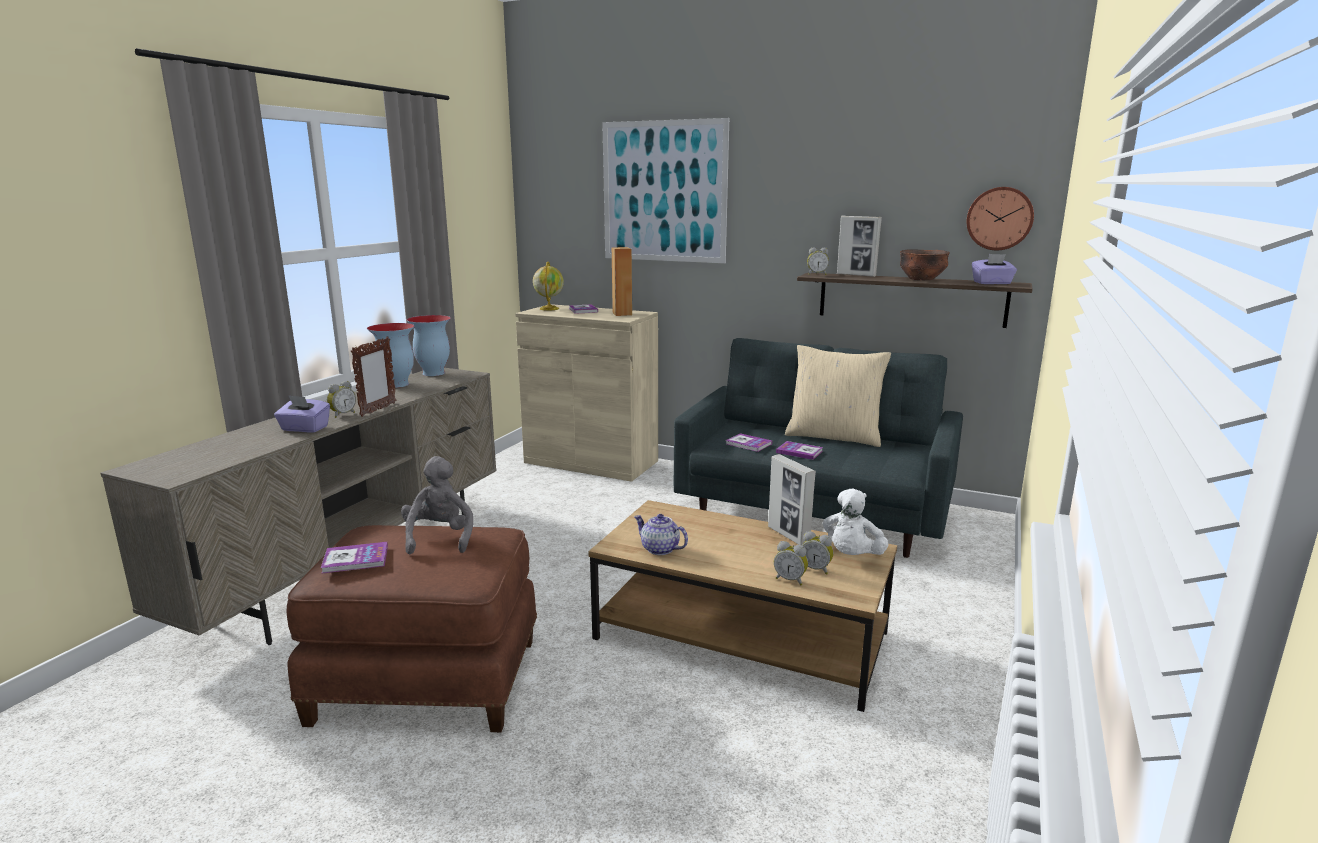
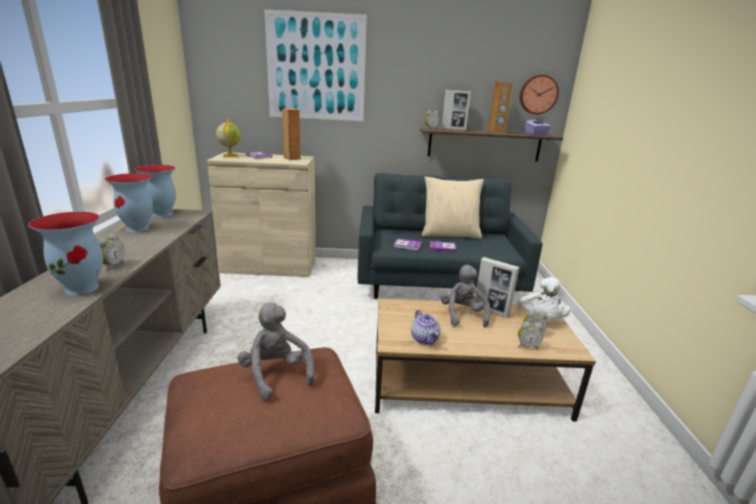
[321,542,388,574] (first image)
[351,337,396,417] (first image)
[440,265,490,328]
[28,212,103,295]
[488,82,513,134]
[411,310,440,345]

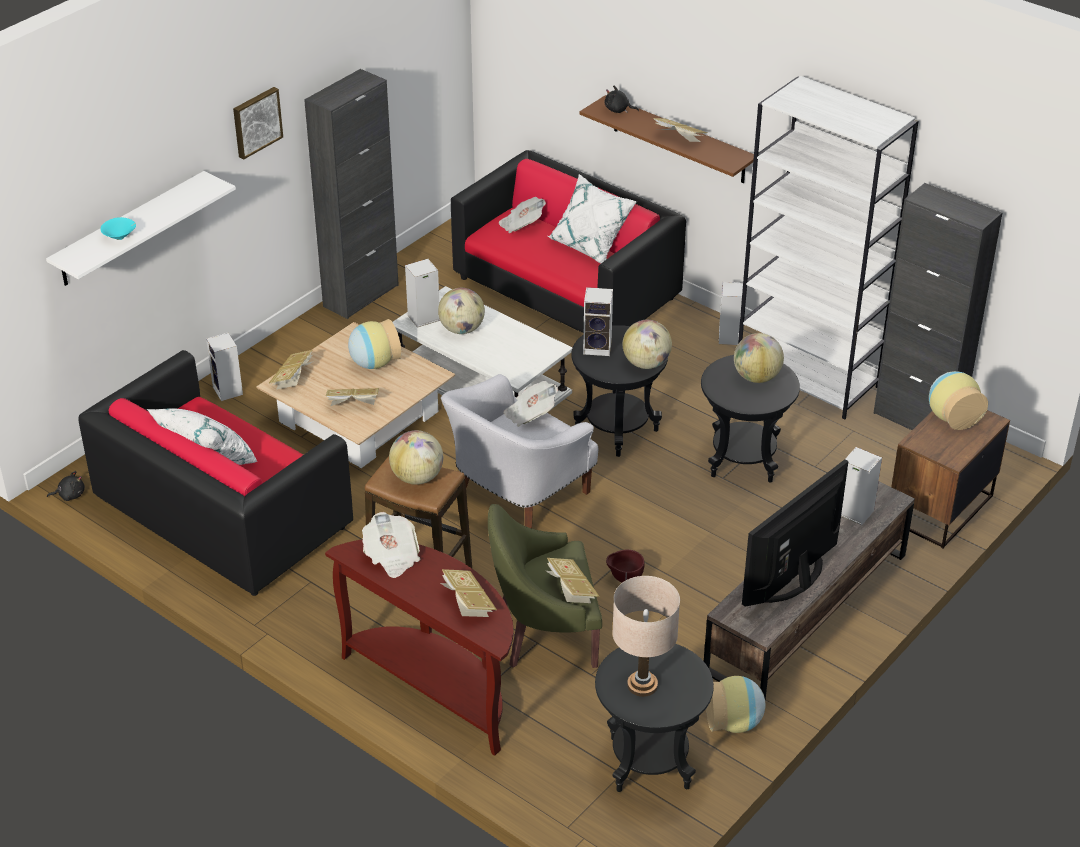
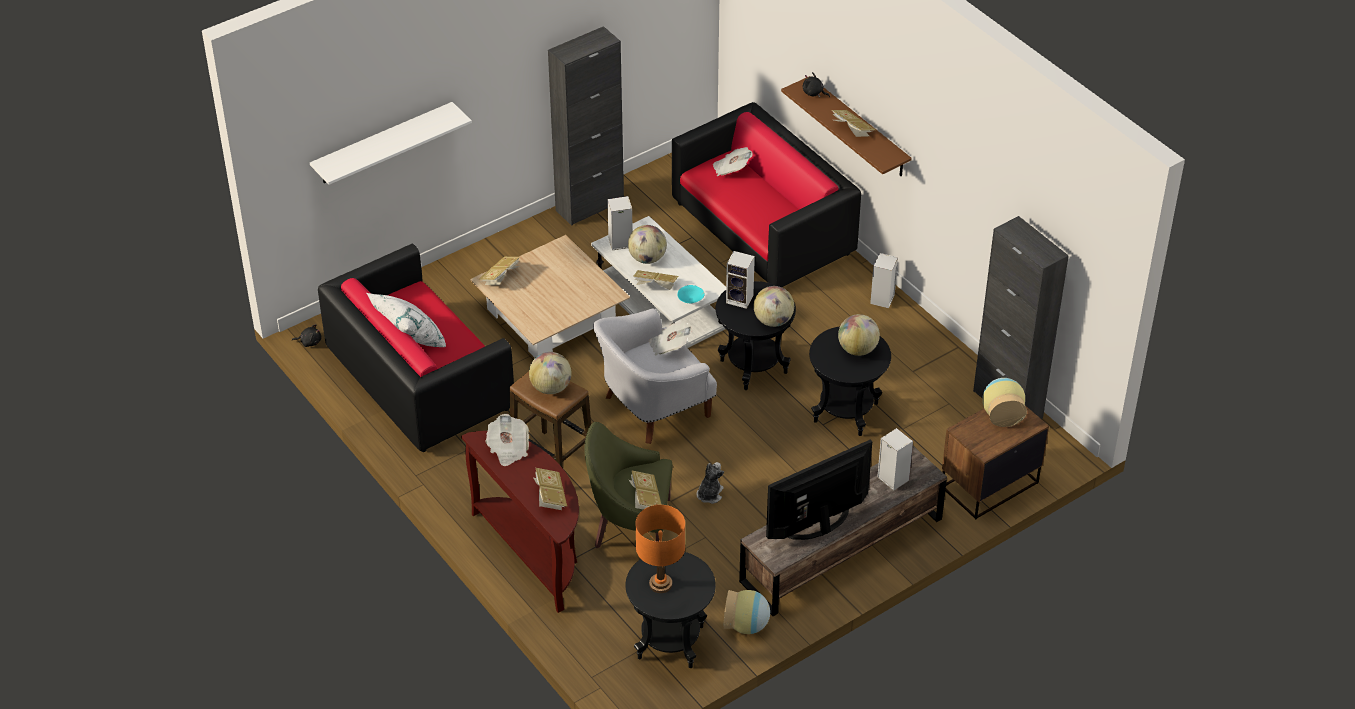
[206,333,243,401] (first image)
[233,87,283,160] (first image)
[348,319,401,369] (first image)
[548,174,637,263] (first image)
[738,76,919,420] (first image)
[677,285,705,303]
[633,270,678,290]
[697,462,724,504]
[635,505,685,593]

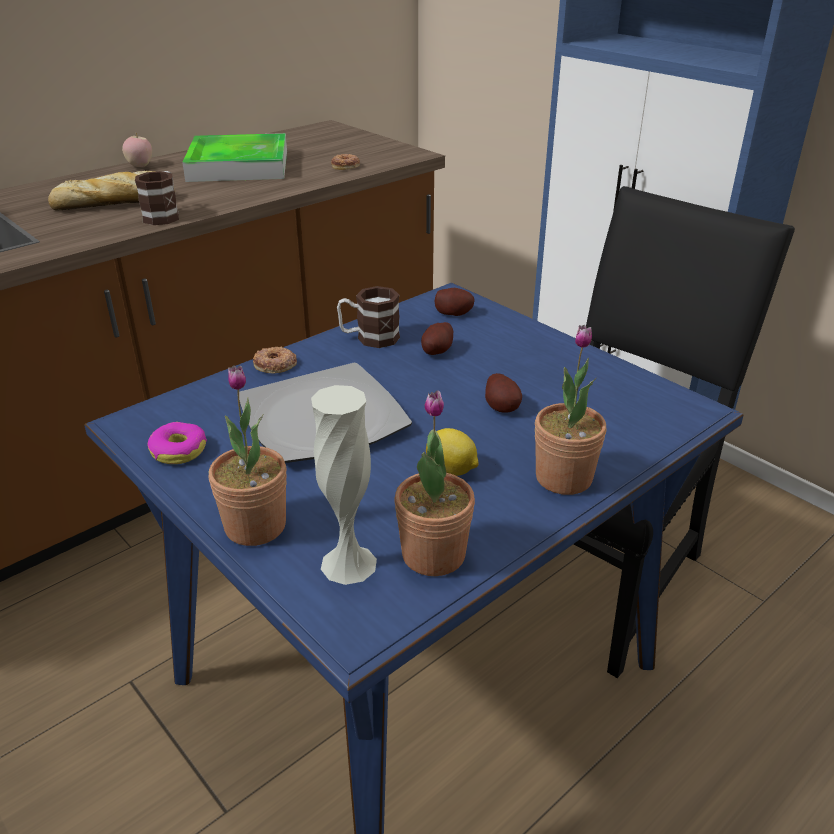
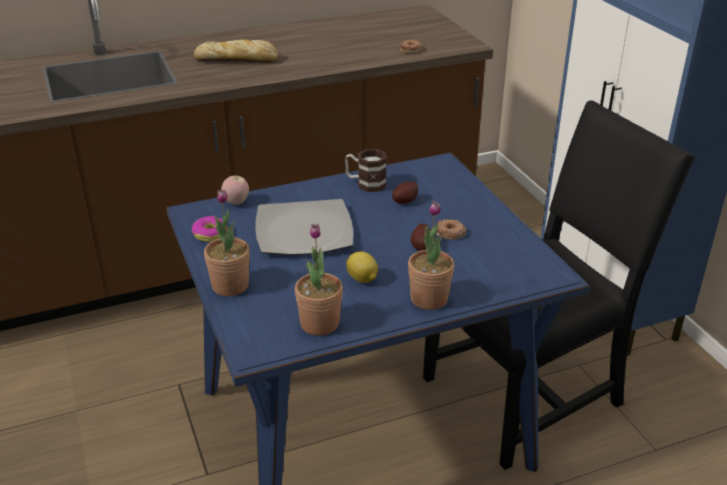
[135,171,179,225] (first image)
[182,133,287,182] (first image)
[311,385,377,585] (first image)
[435,288,475,316] (first image)
[221,175,249,205]
[436,219,466,240]

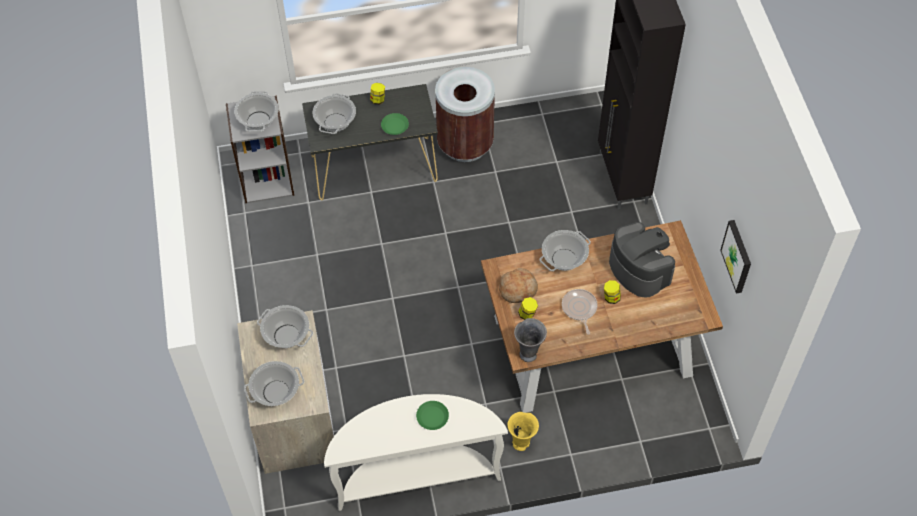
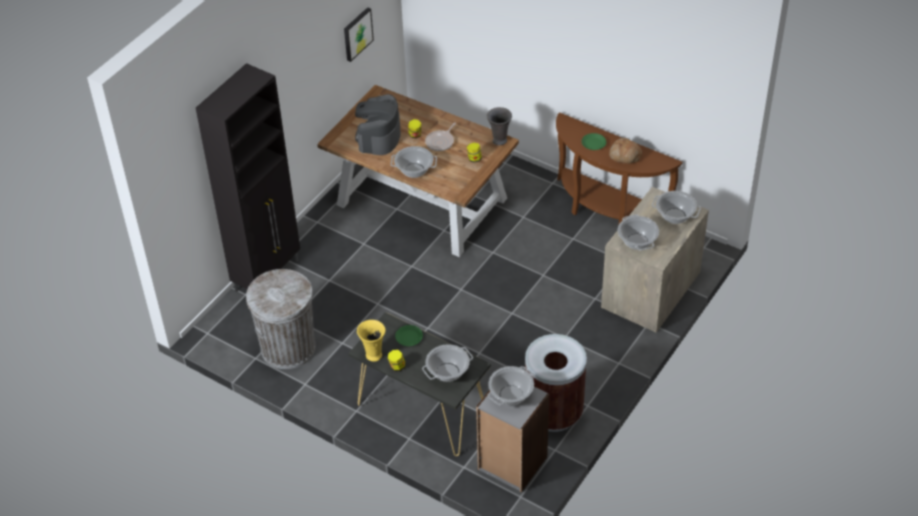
[246,269,316,369]
[525,334,587,432]
[609,138,642,164]
[357,320,385,362]
[556,112,683,224]

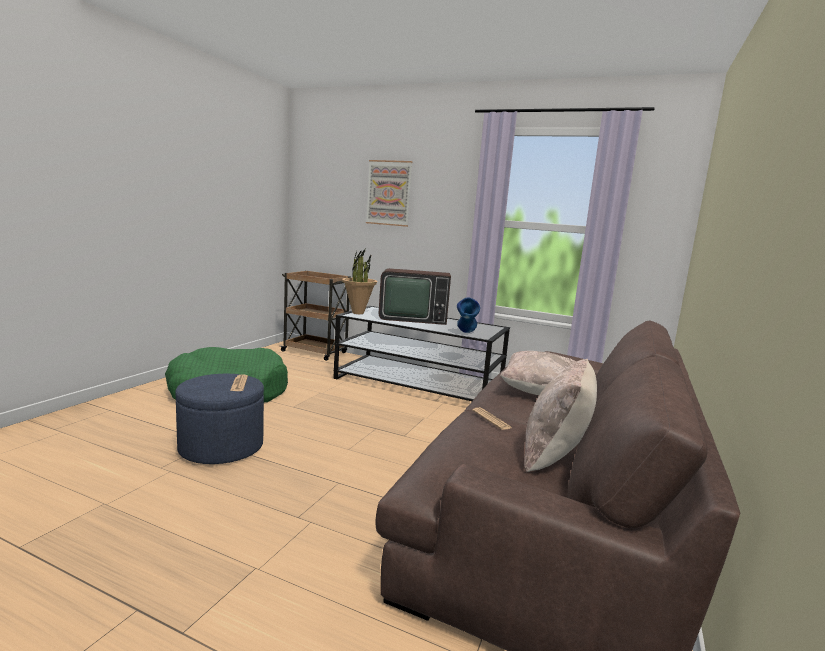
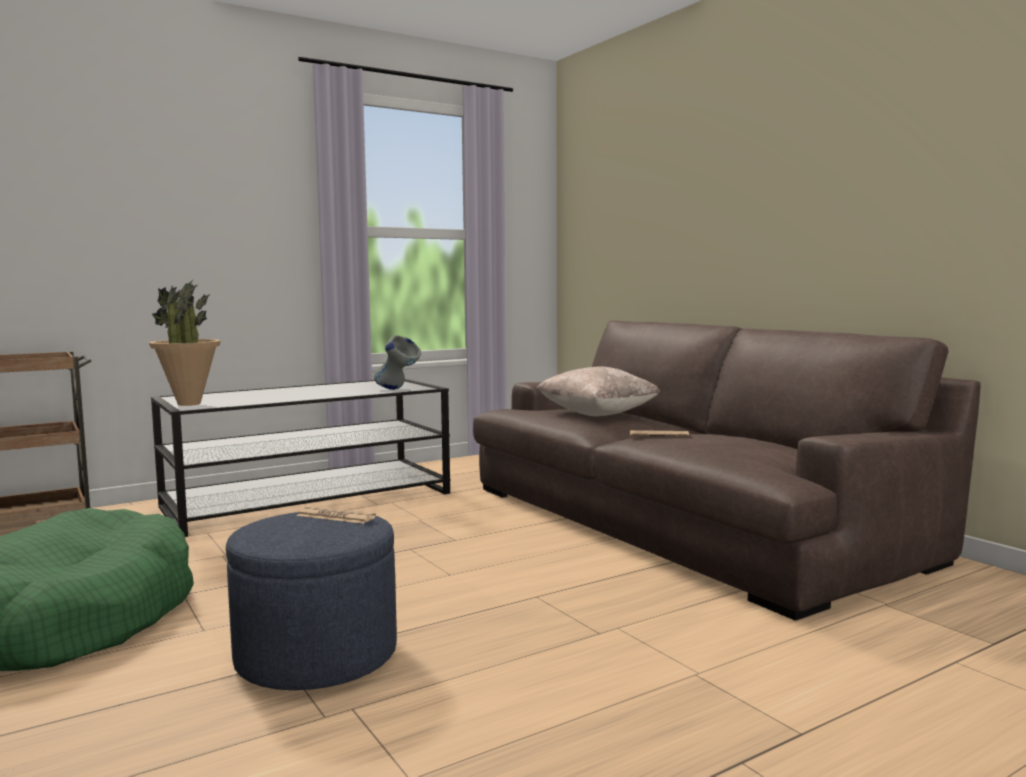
[366,160,412,227] (first image)
[379,268,451,325] (first image)
[524,359,597,472] (first image)
[374,335,421,390]

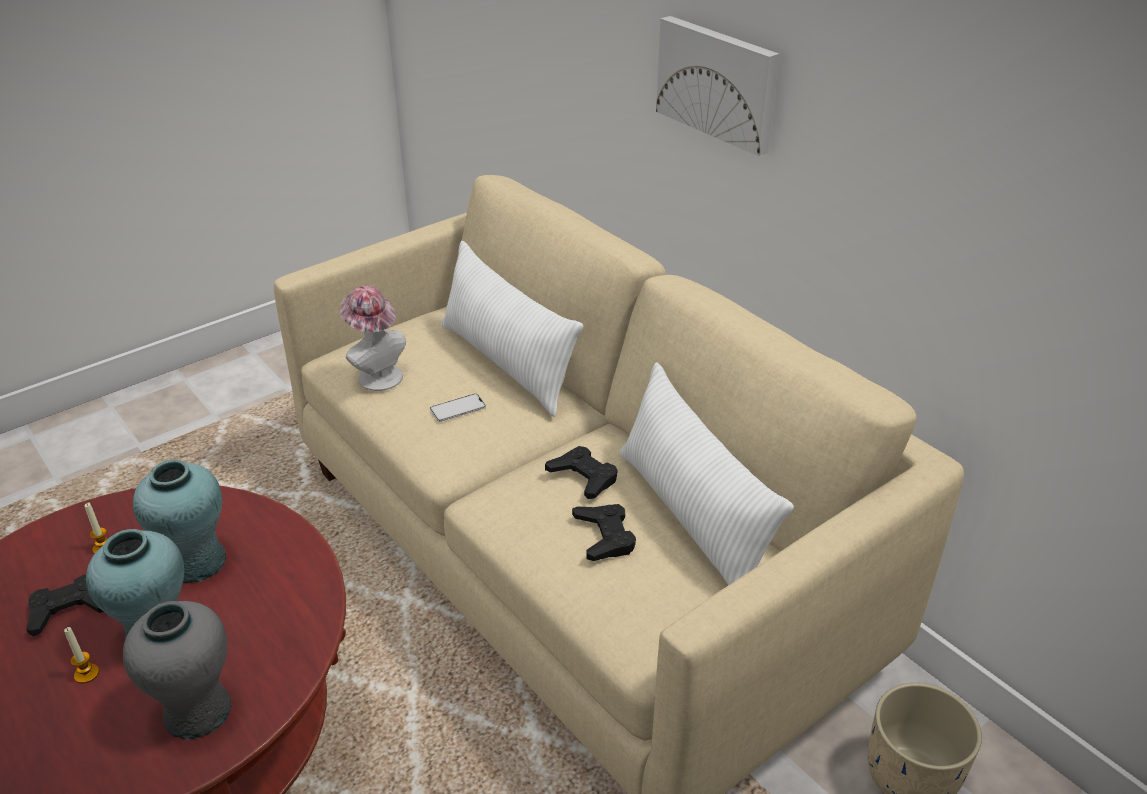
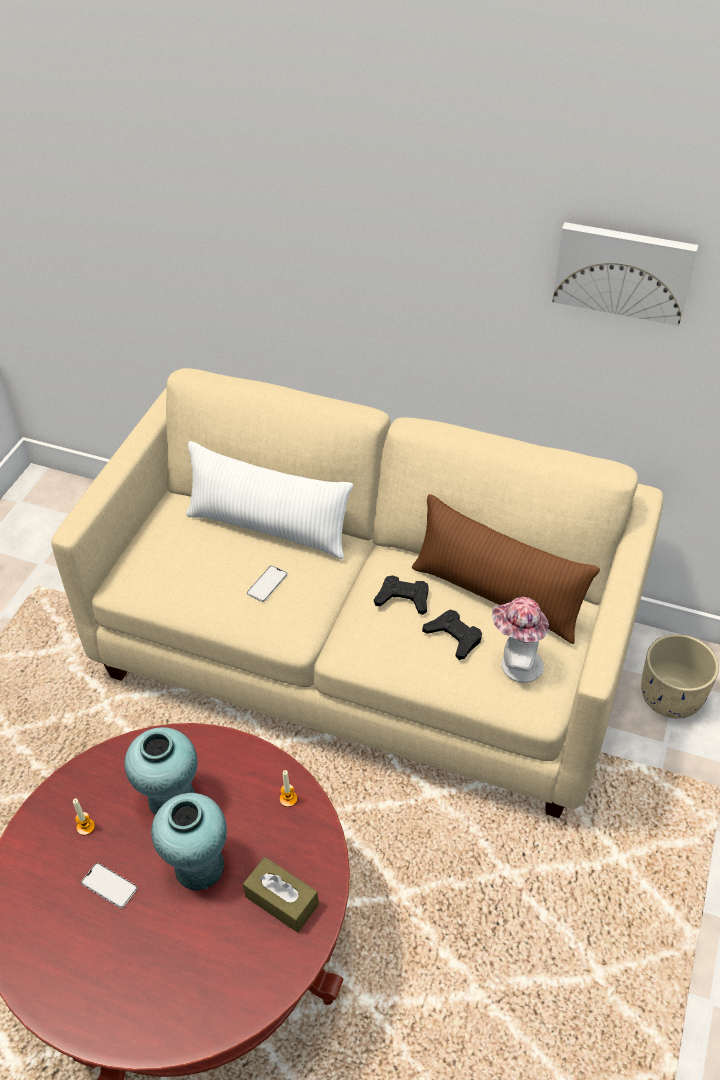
[280,770,297,807]
[492,597,549,683]
[552,222,698,326]
[81,863,137,908]
[243,857,319,933]
[412,494,600,644]

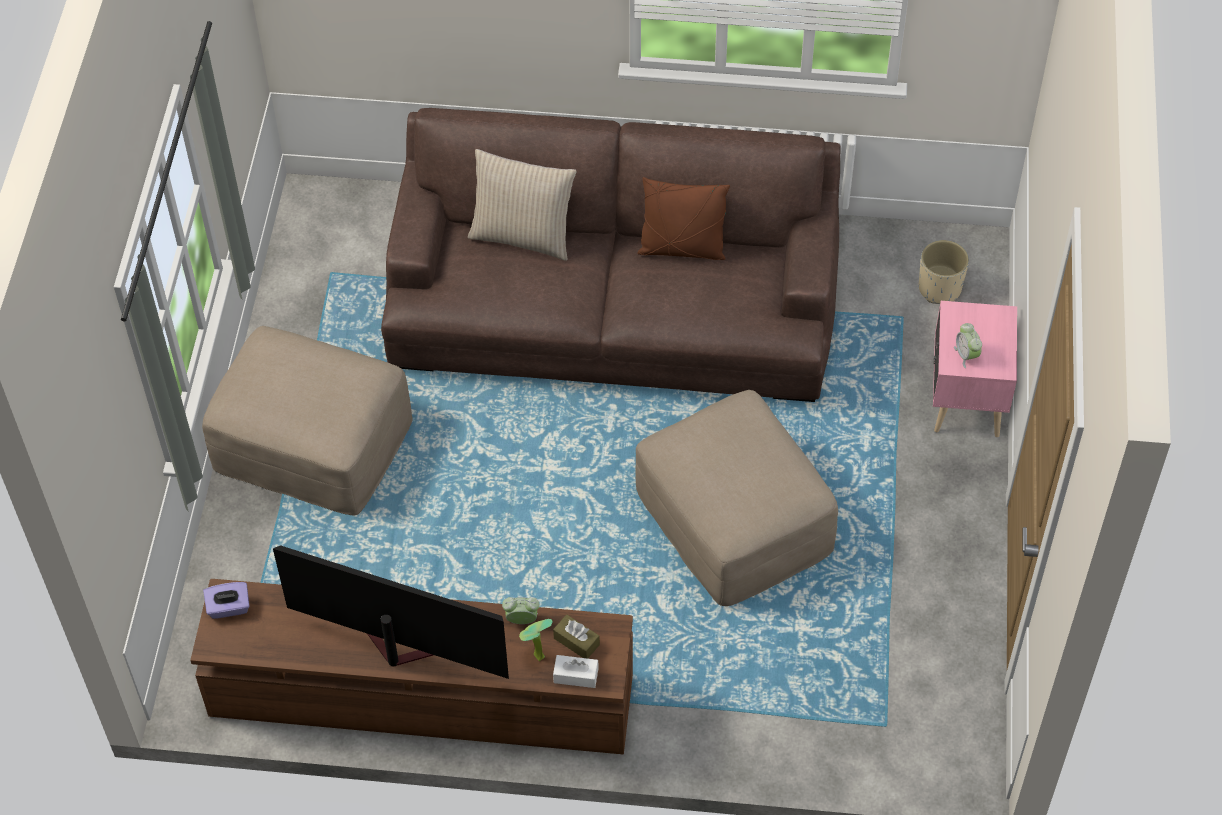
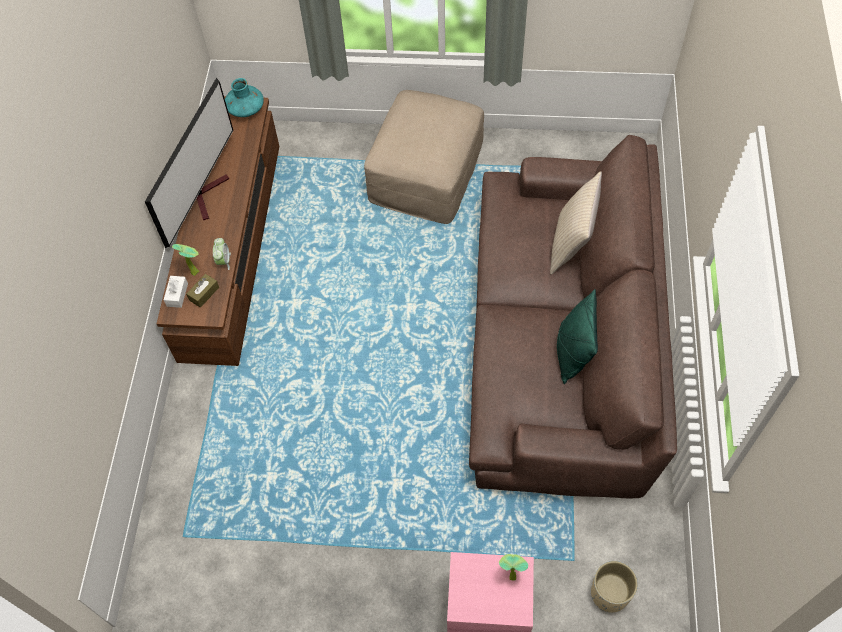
[636,390,838,606] (first image)
[954,323,982,368] (first image)
[499,554,528,581]
[225,78,264,117]
[557,289,598,384]

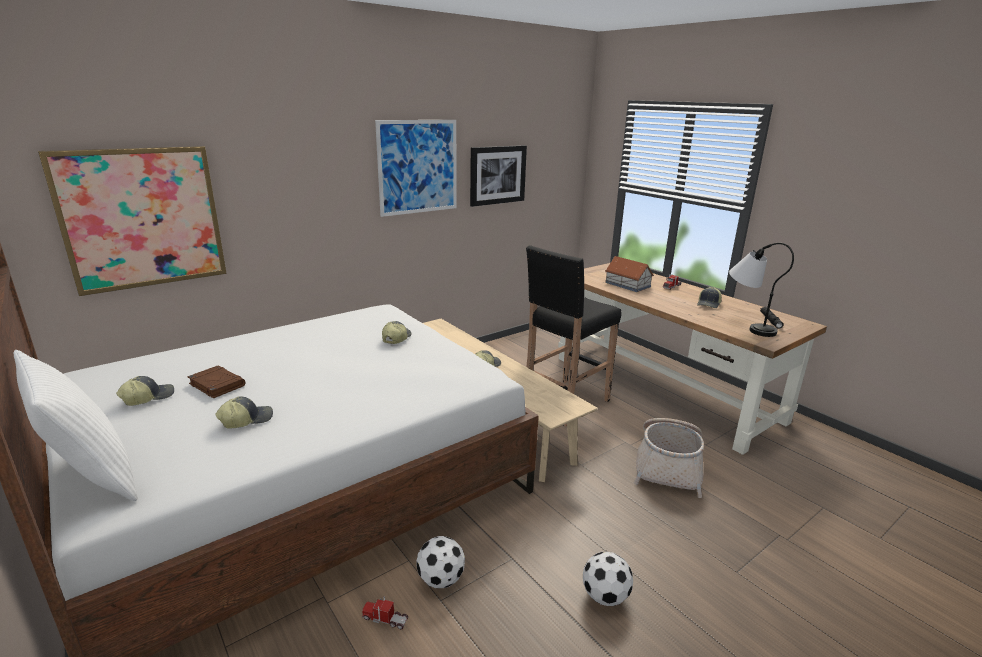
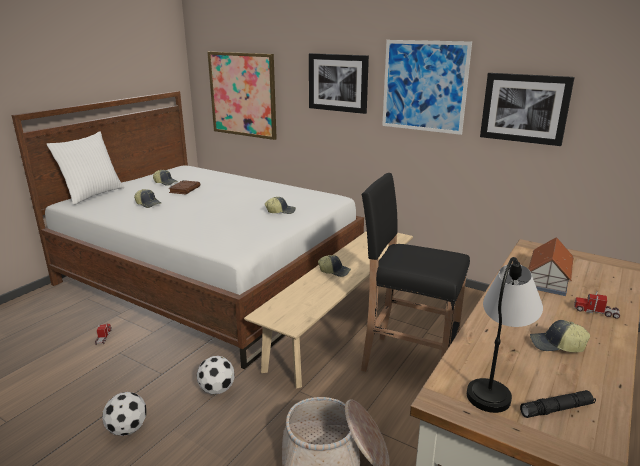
[309,53,369,114]
[197,356,235,394]

